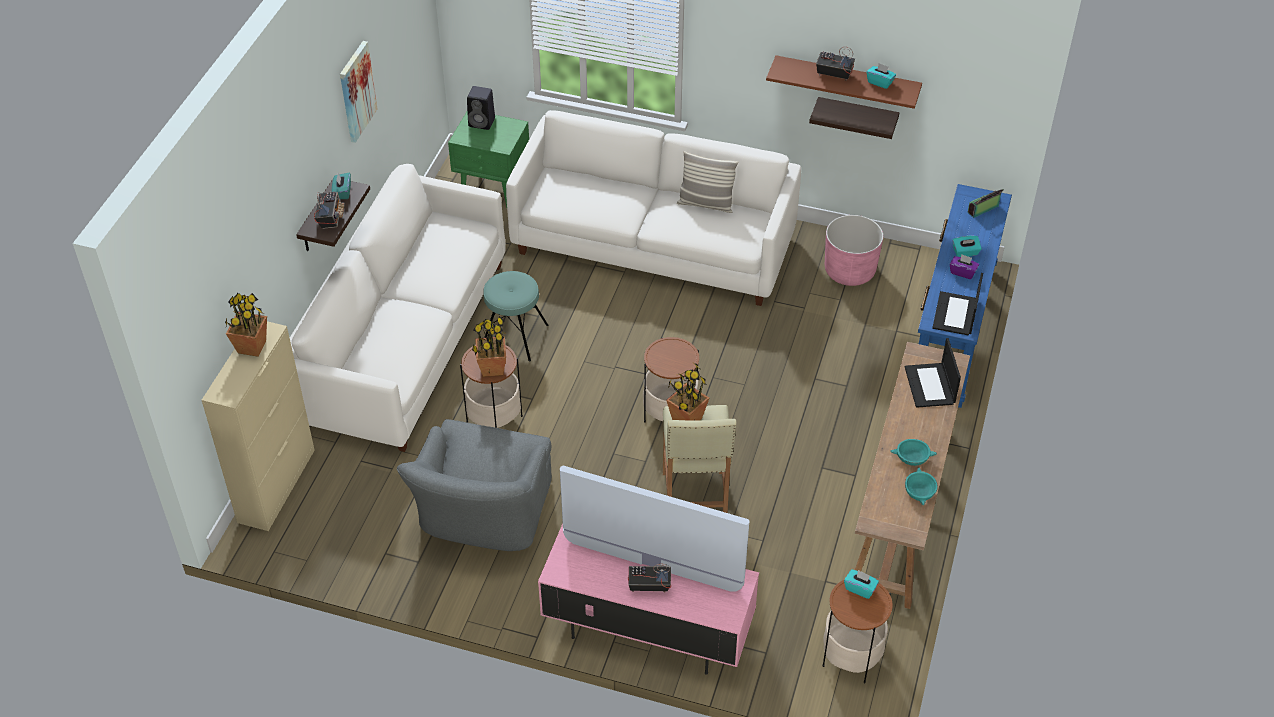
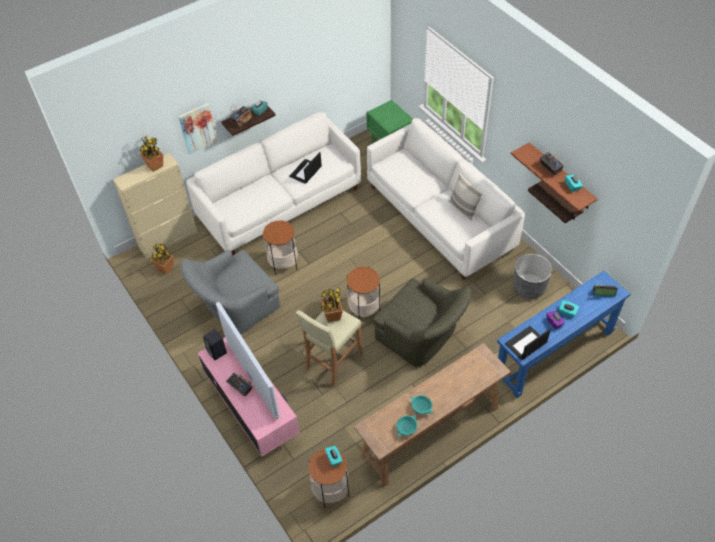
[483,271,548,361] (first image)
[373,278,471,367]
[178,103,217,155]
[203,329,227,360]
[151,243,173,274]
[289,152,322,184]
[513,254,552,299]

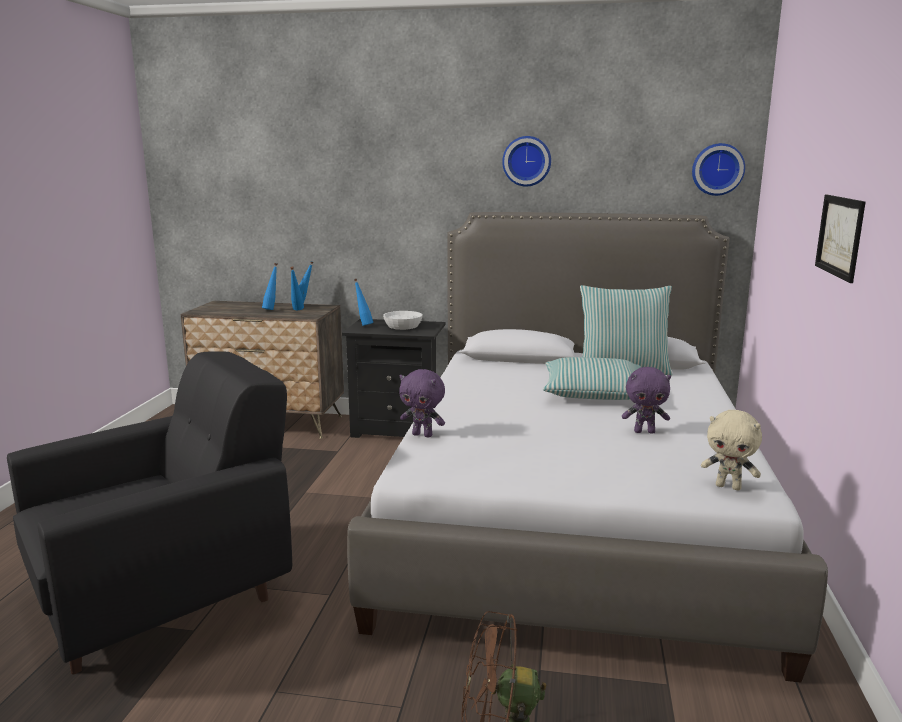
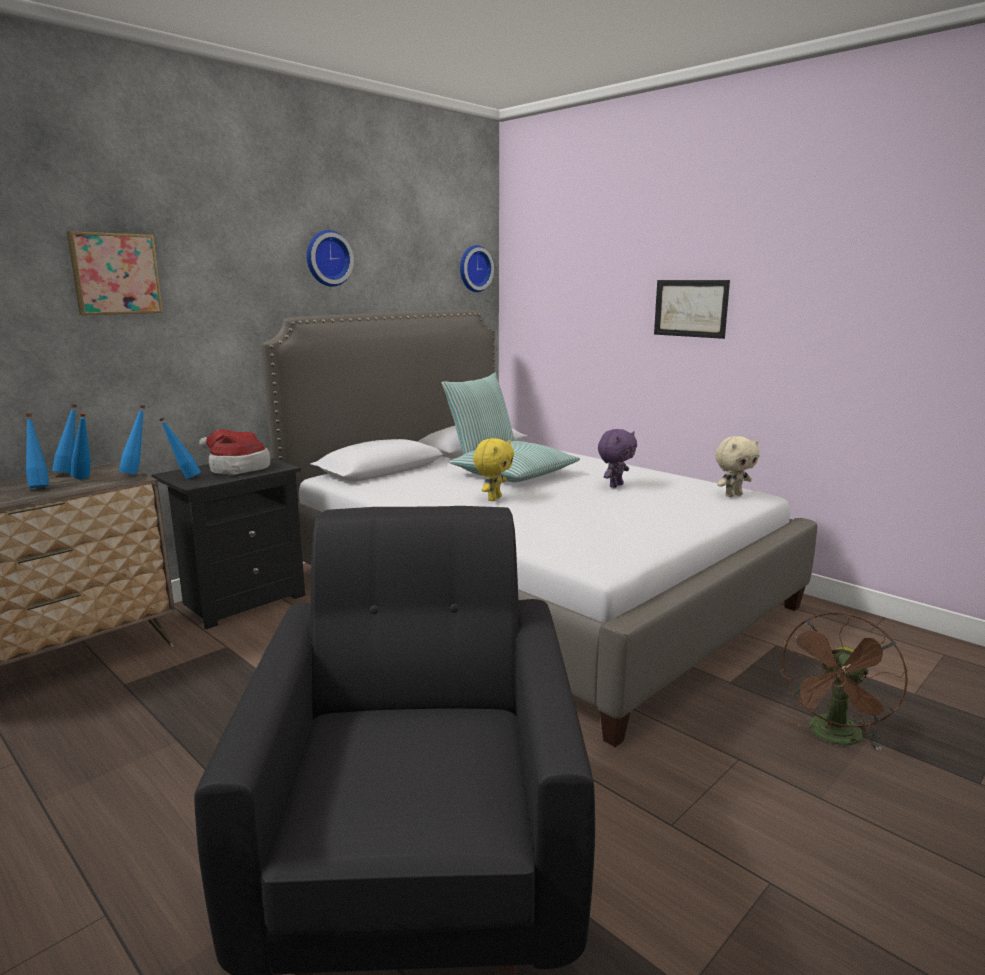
[399,369,445,438] (first image)
[67,231,163,315]
[119,405,145,475]
[473,438,514,501]
[199,429,270,475]

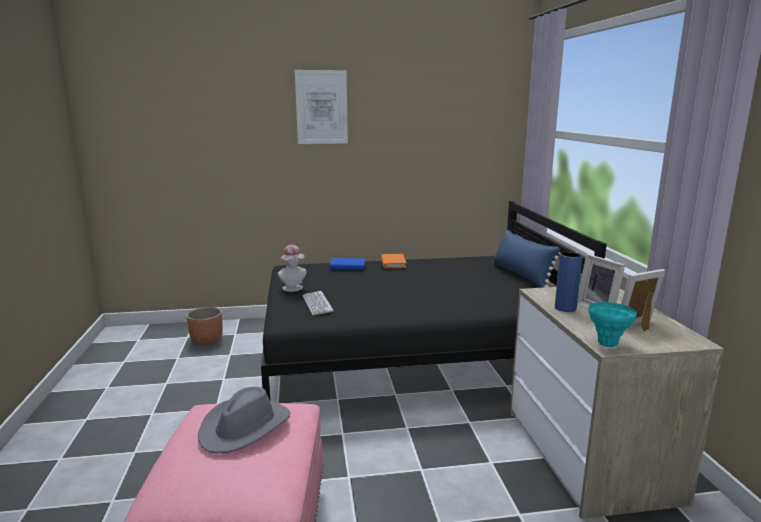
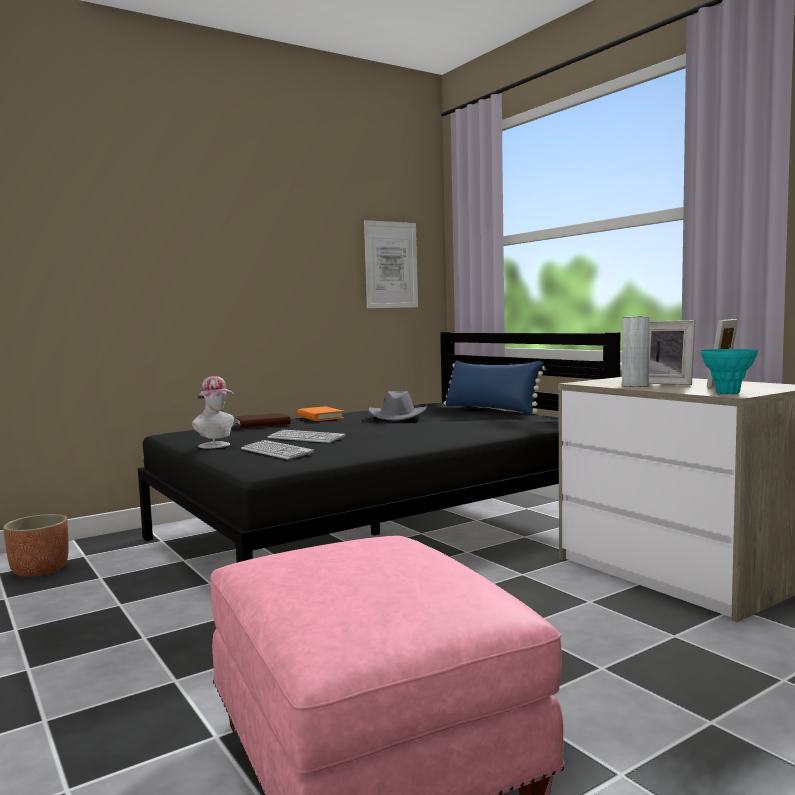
[267,430,346,443]
[368,391,427,421]
[364,220,418,308]
[235,413,291,428]
[622,316,649,387]

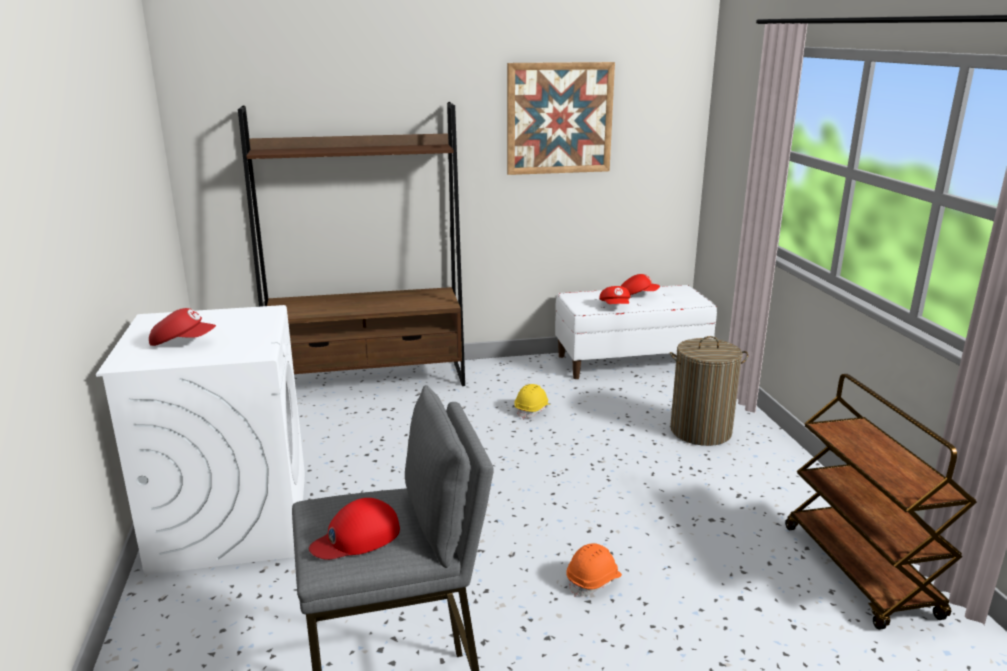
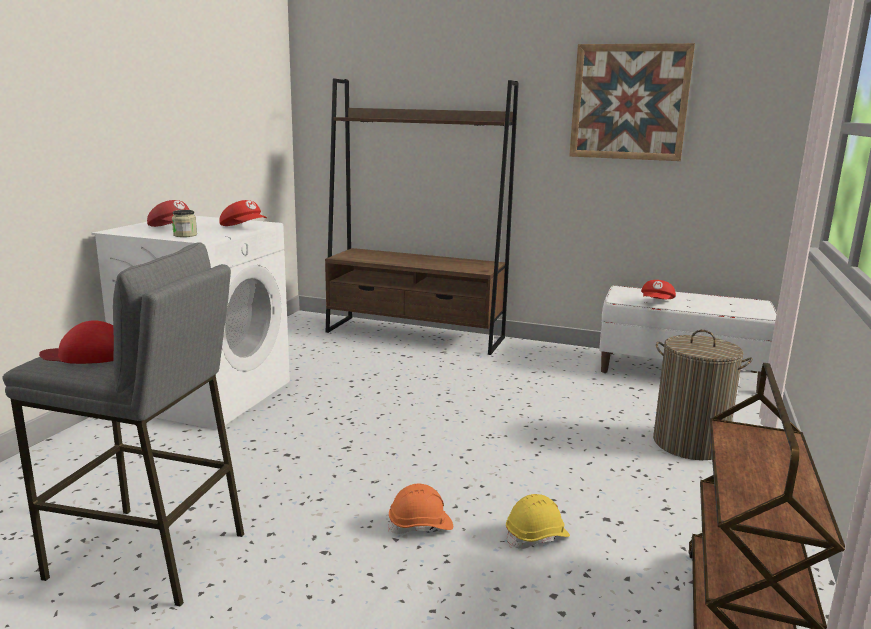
[172,210,197,237]
[506,494,570,549]
[219,200,267,226]

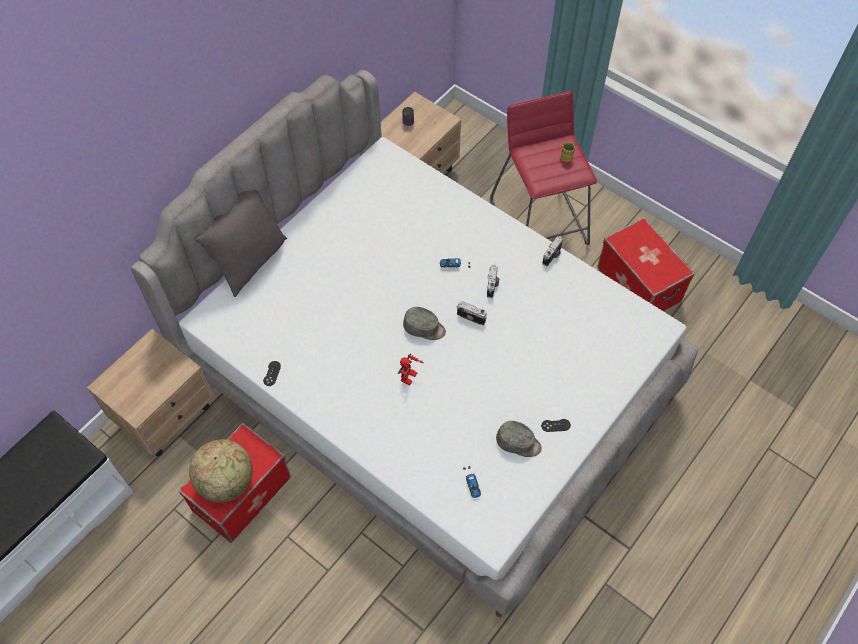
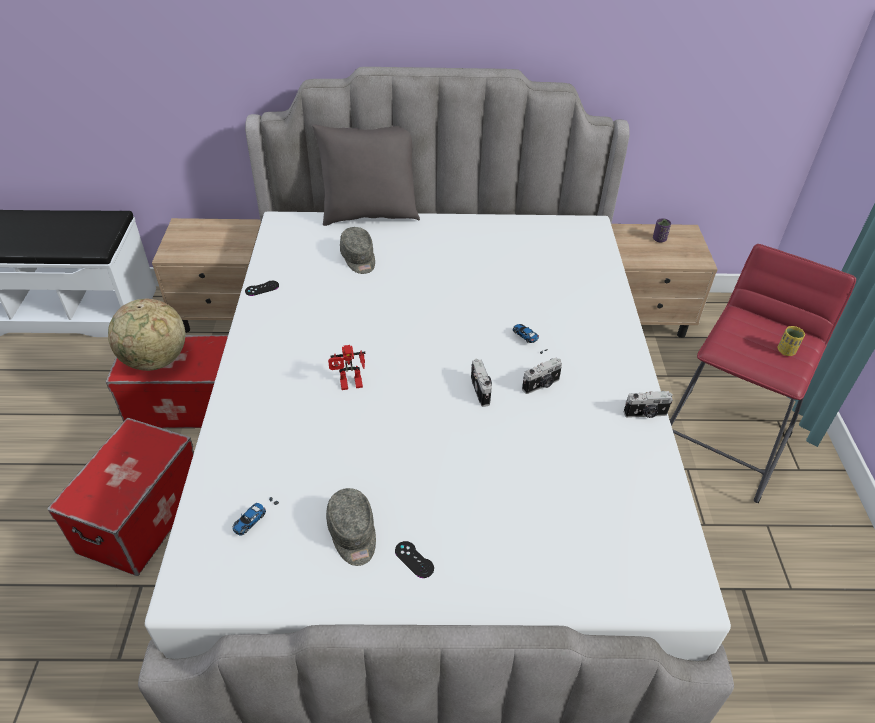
[340,227,375,274]
[47,418,194,576]

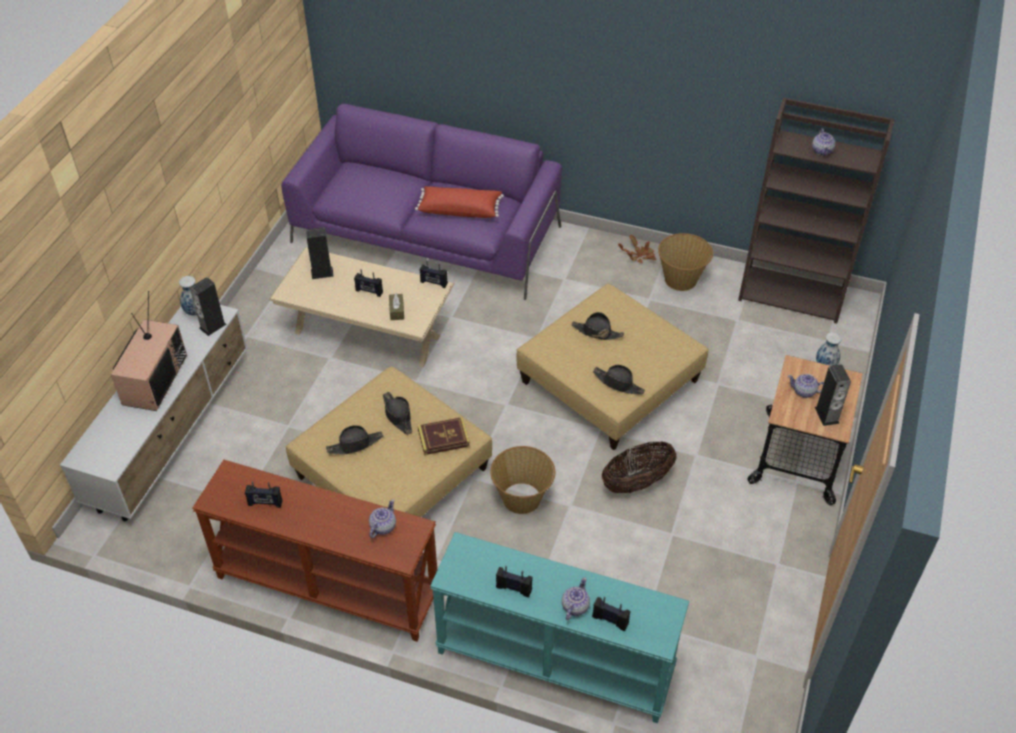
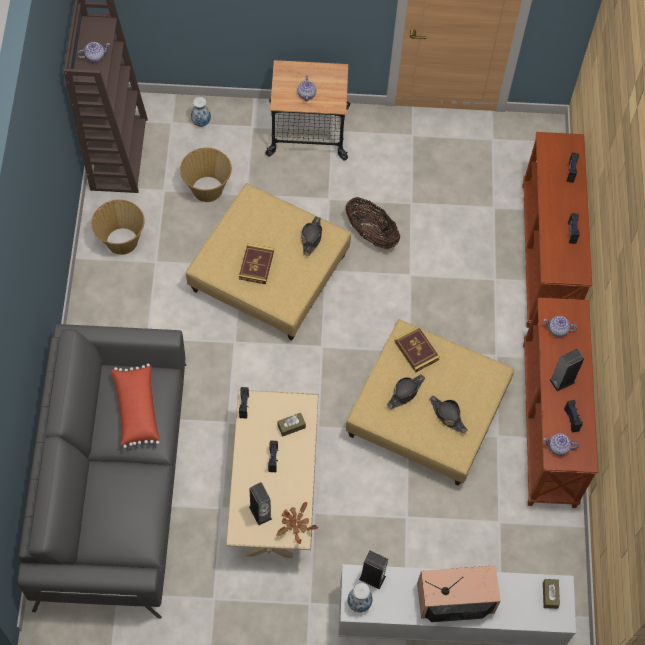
[543,579,560,609]
[180,148,232,202]
[543,433,579,456]
[276,502,318,544]
[549,349,584,391]
[239,244,274,284]
[17,324,186,619]
[522,132,592,328]

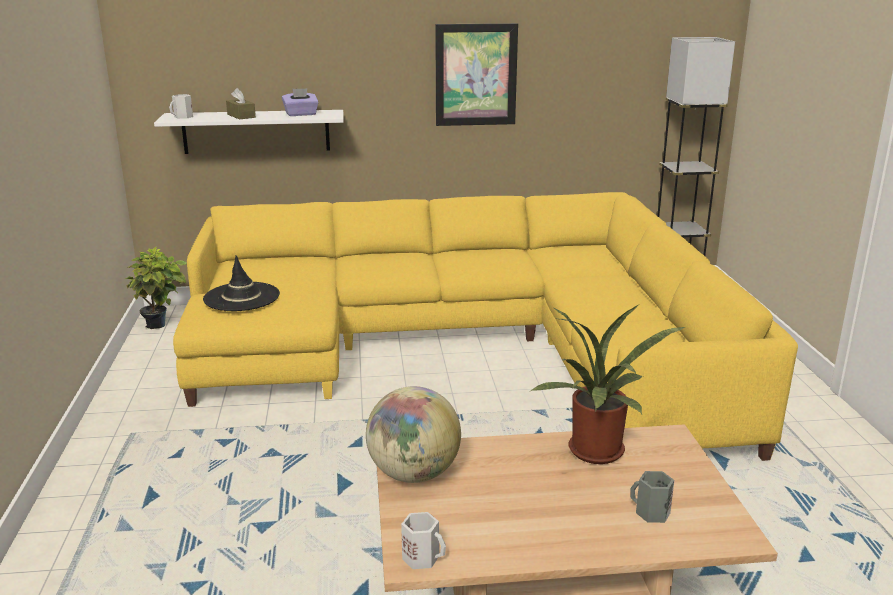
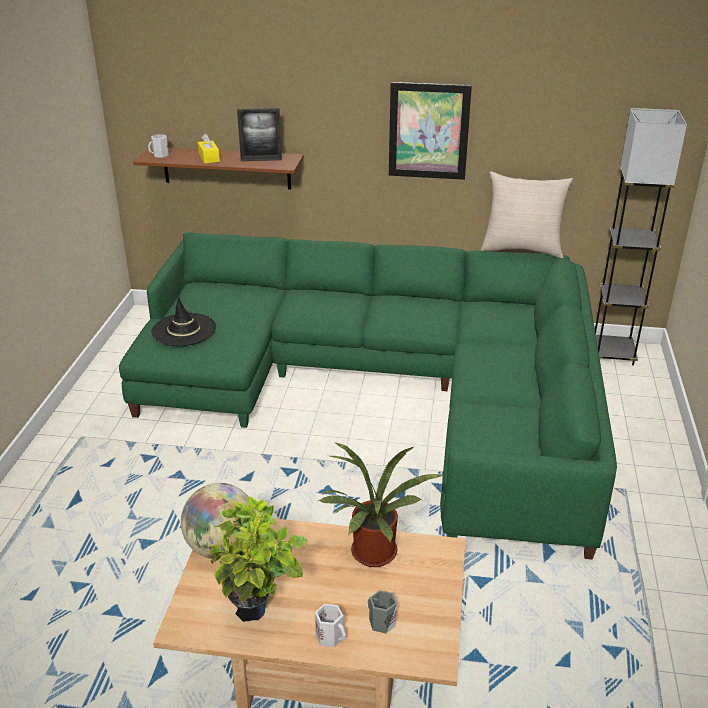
[481,171,573,258]
[209,496,308,622]
[315,604,346,647]
[237,108,282,161]
[133,146,304,190]
[119,232,617,560]
[198,133,220,164]

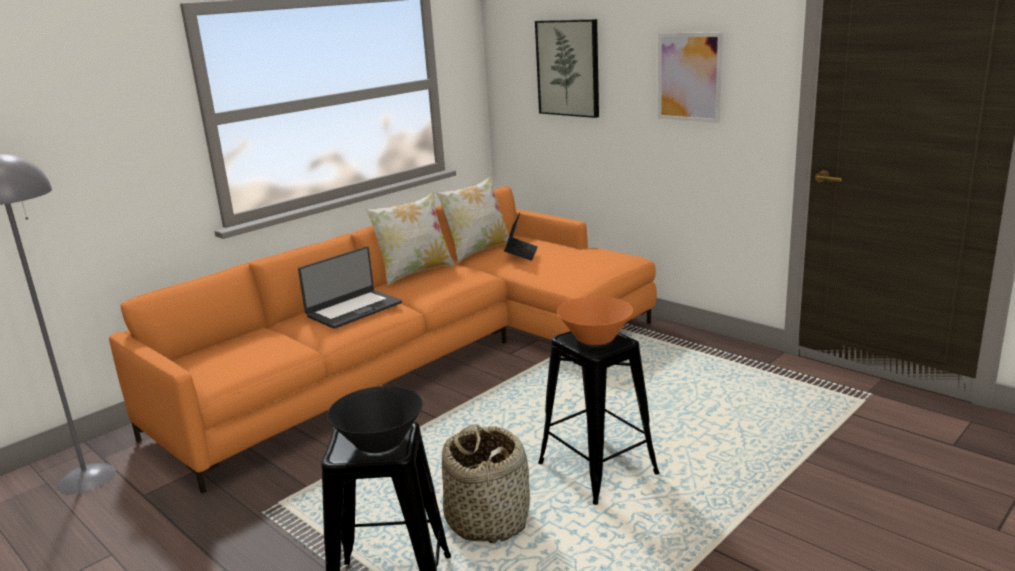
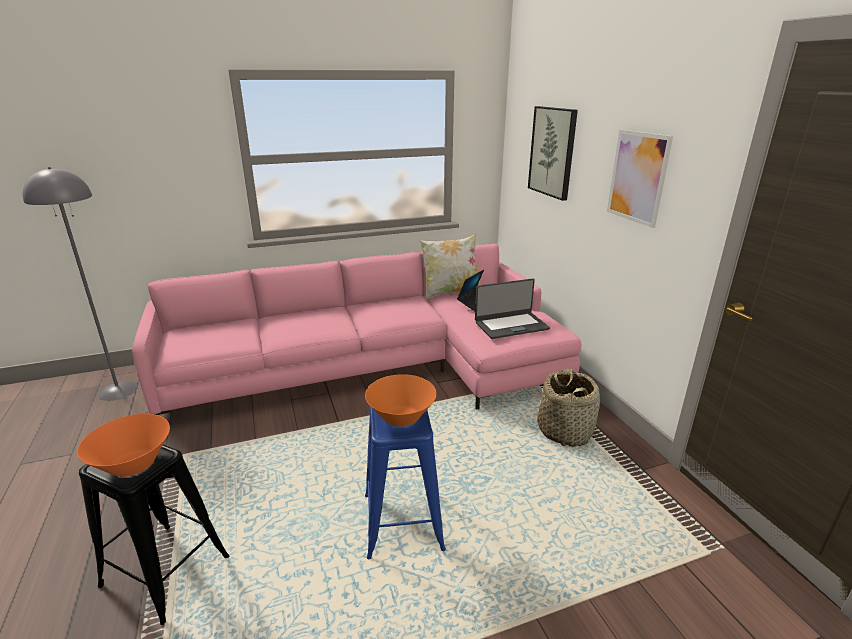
[365,192,455,285] (first image)
[475,278,550,339]
[537,368,600,447]
[132,243,582,415]
[77,414,170,477]
[365,406,446,559]

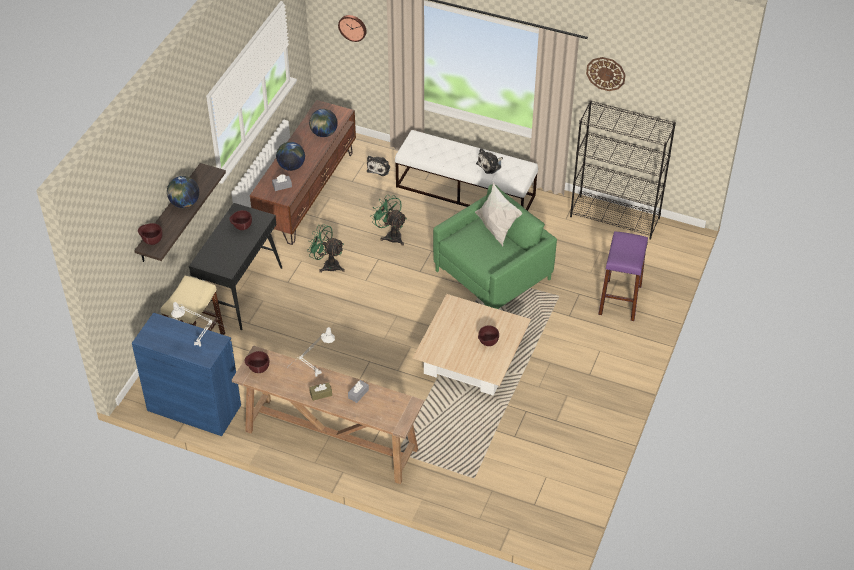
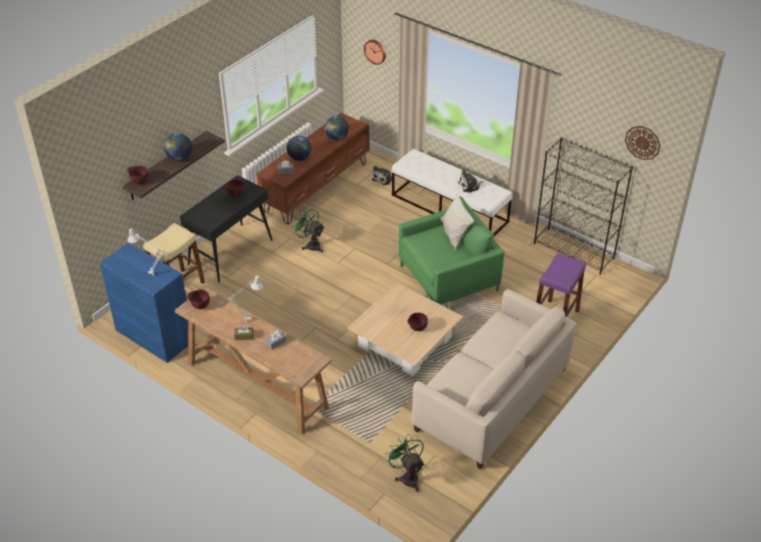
[412,289,576,469]
[385,435,425,492]
[625,126,661,160]

